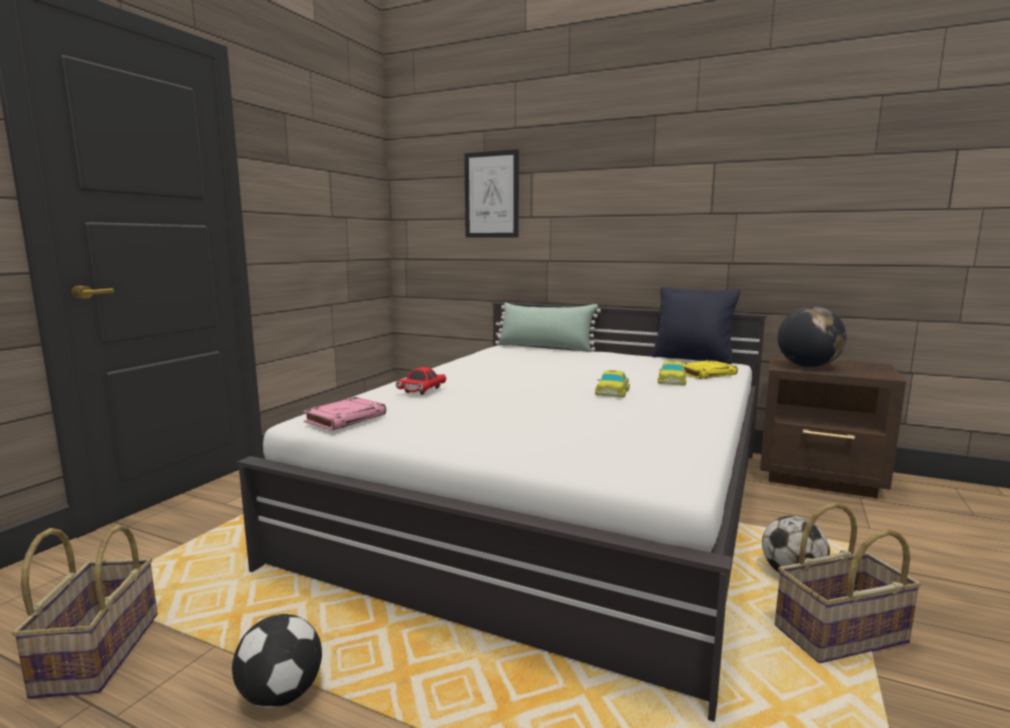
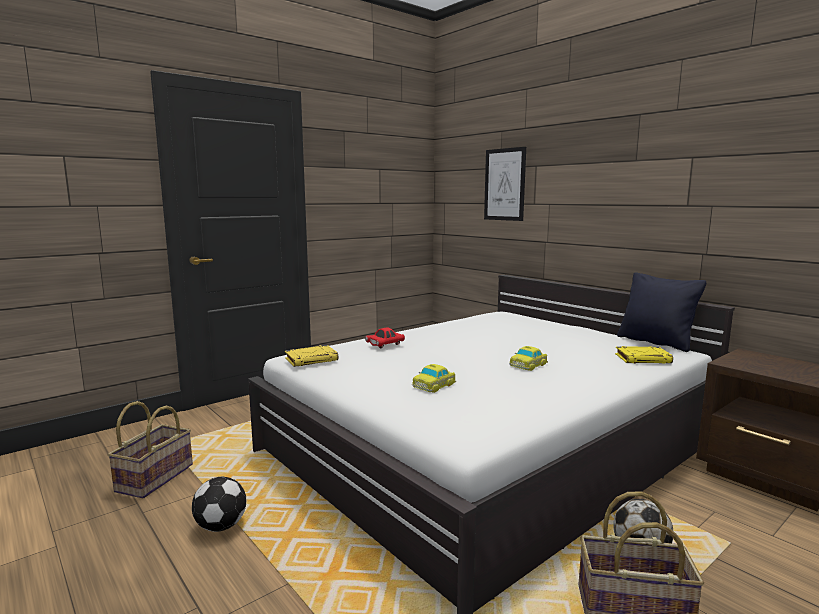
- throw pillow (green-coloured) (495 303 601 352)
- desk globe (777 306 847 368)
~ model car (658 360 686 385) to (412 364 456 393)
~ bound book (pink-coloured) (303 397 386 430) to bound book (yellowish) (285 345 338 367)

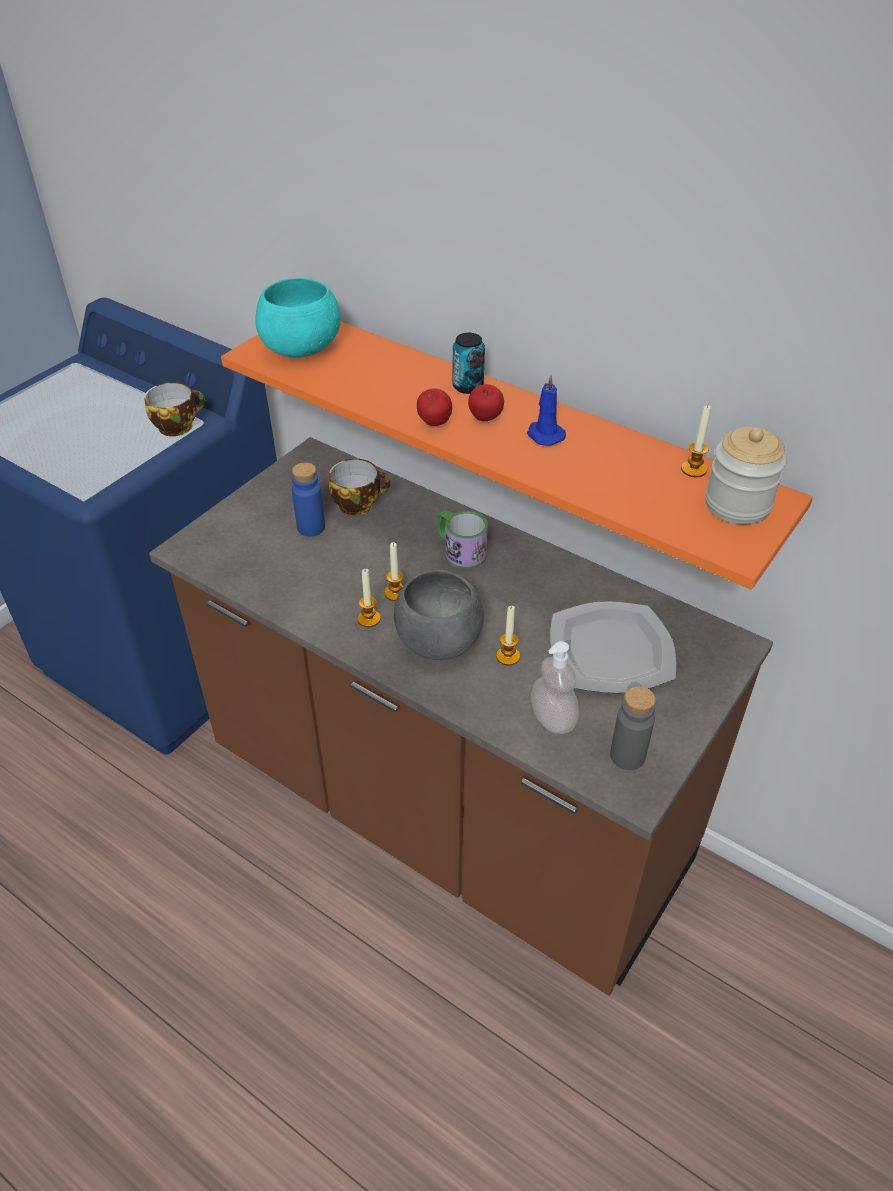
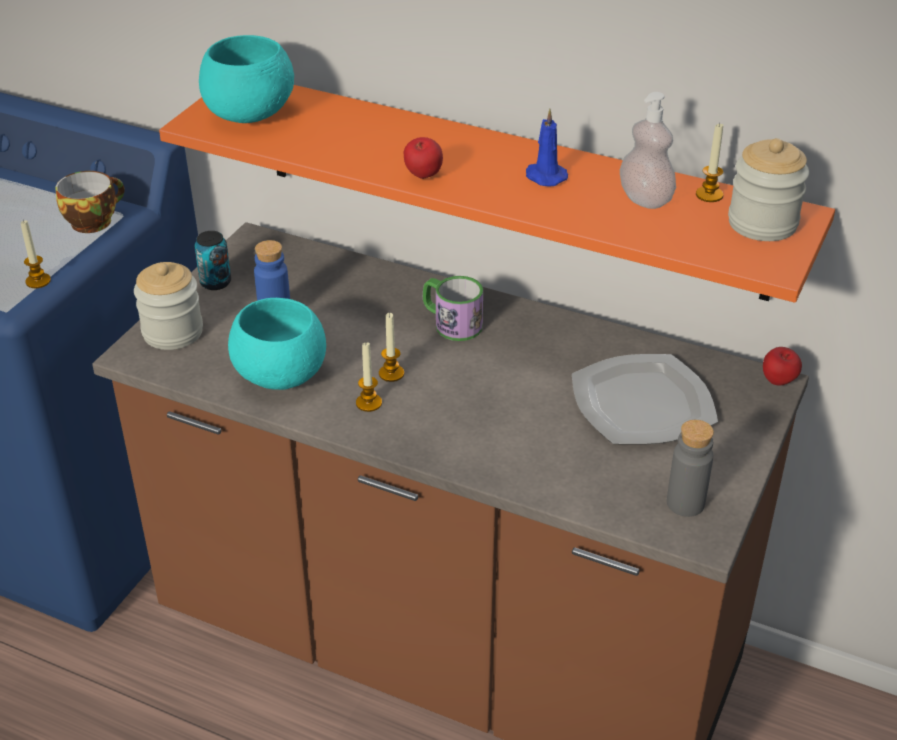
- cup (329 459 391 515)
- serving bowl (grey) (394 570 484 660)
+ storage jar (134 262 203 350)
+ serving bowl (blue-green) (228 298 326 390)
~ can (453 333 485 394) to (194 231 231 290)
~ whole apple (468 384 504 421) to (763 347 802 385)
~ candle (496 606 520 665) to (21 220 51 288)
~ liquid soap bottle (531 641 579 734) to (620 92 676 209)

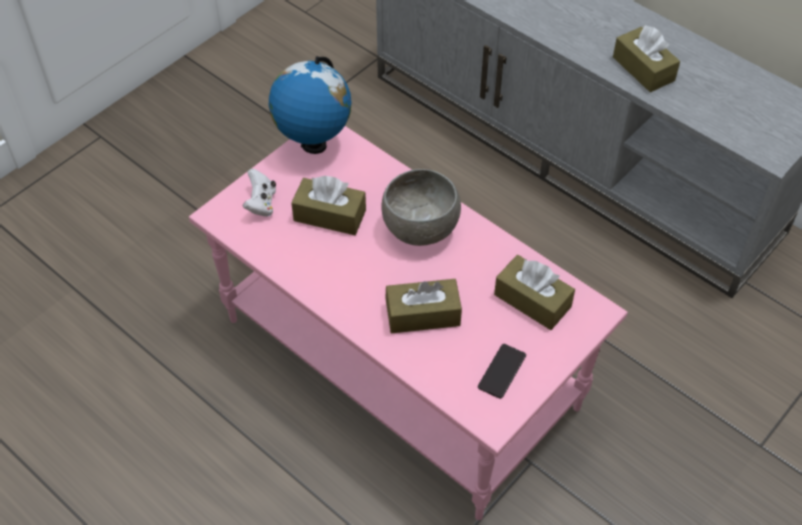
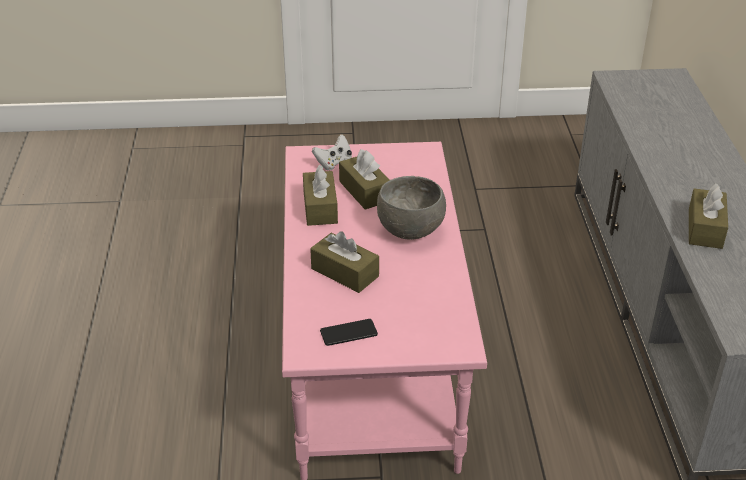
- desk globe (269 56 351 154)
~ tissue holder (brownish) (494 255 575 330) to (303 165 338 226)

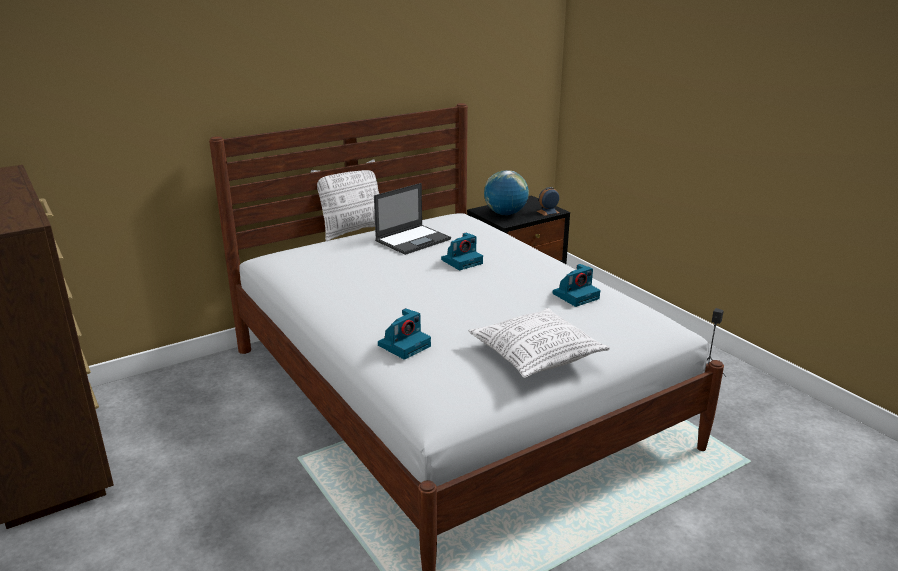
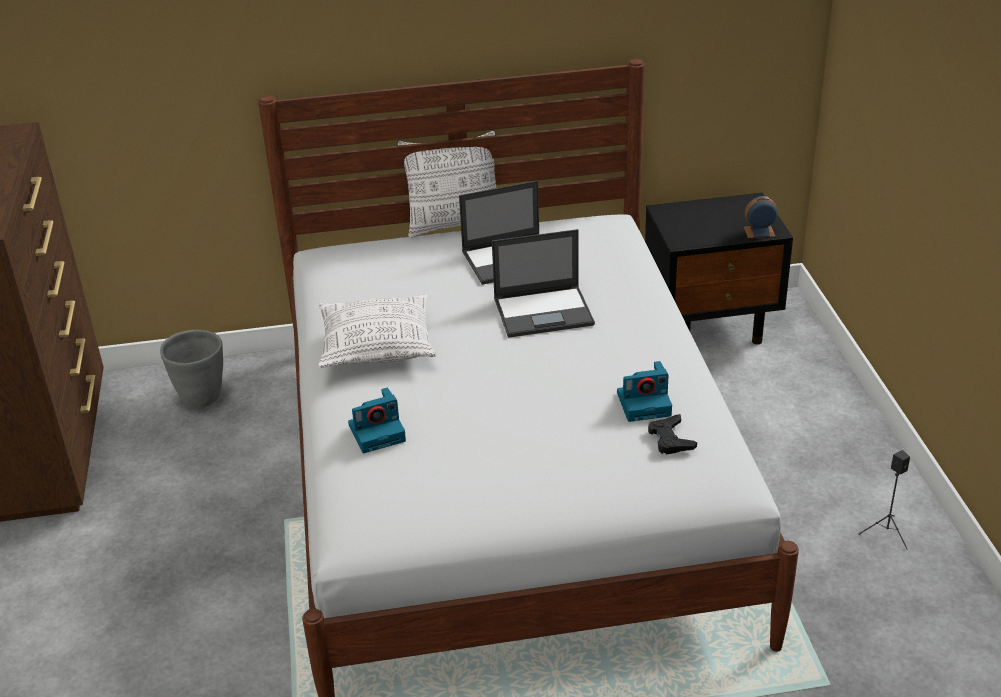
- desk globe (484 170 529 215)
+ planter (grey) (160 330 223 408)
+ game controller (black-coloured) (648 414 697 455)
~ throw pillow (468 308 610 378) to (318 294 436 368)
~ photo camera (441 233 483 270) to laptop (492 229 595 338)

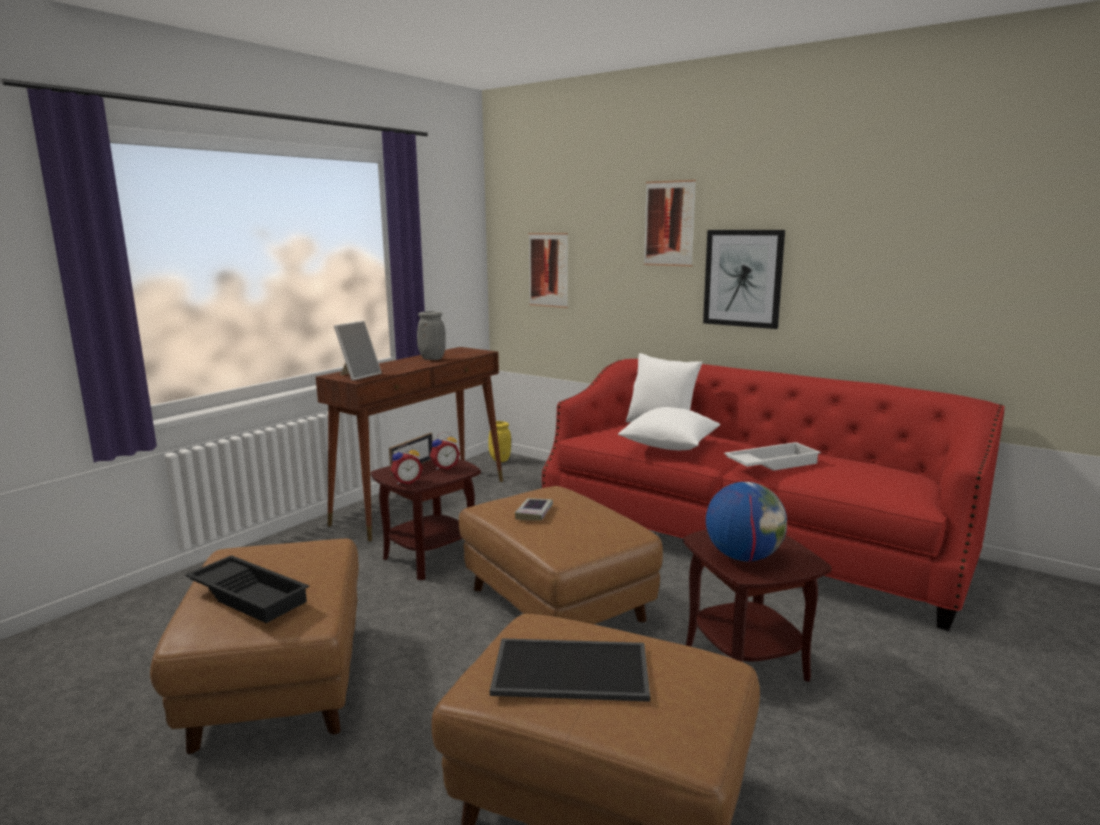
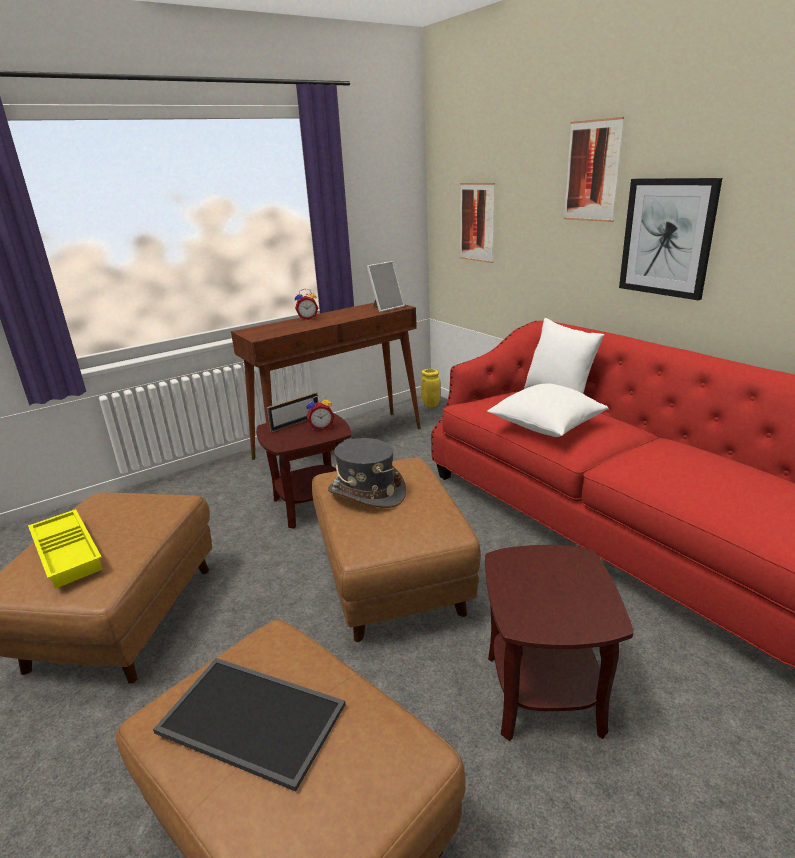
- flower vase (grey) (417 311 446 360)
- desk globe (706 482 787 561)
- serving tray (whitish) (724 442 821 471)
~ standing frame (334 321 382 381) to (367 261 405 312)
~ bedside clock (390 445 423 485) to (295 289 318 320)
~ bound book (515 498 553 520) to wearable hat (grey) (328 438 406 508)
~ serving tray (black-coloured) (185 555 309 623) to serving tray (yellowish) (28 509 103 589)

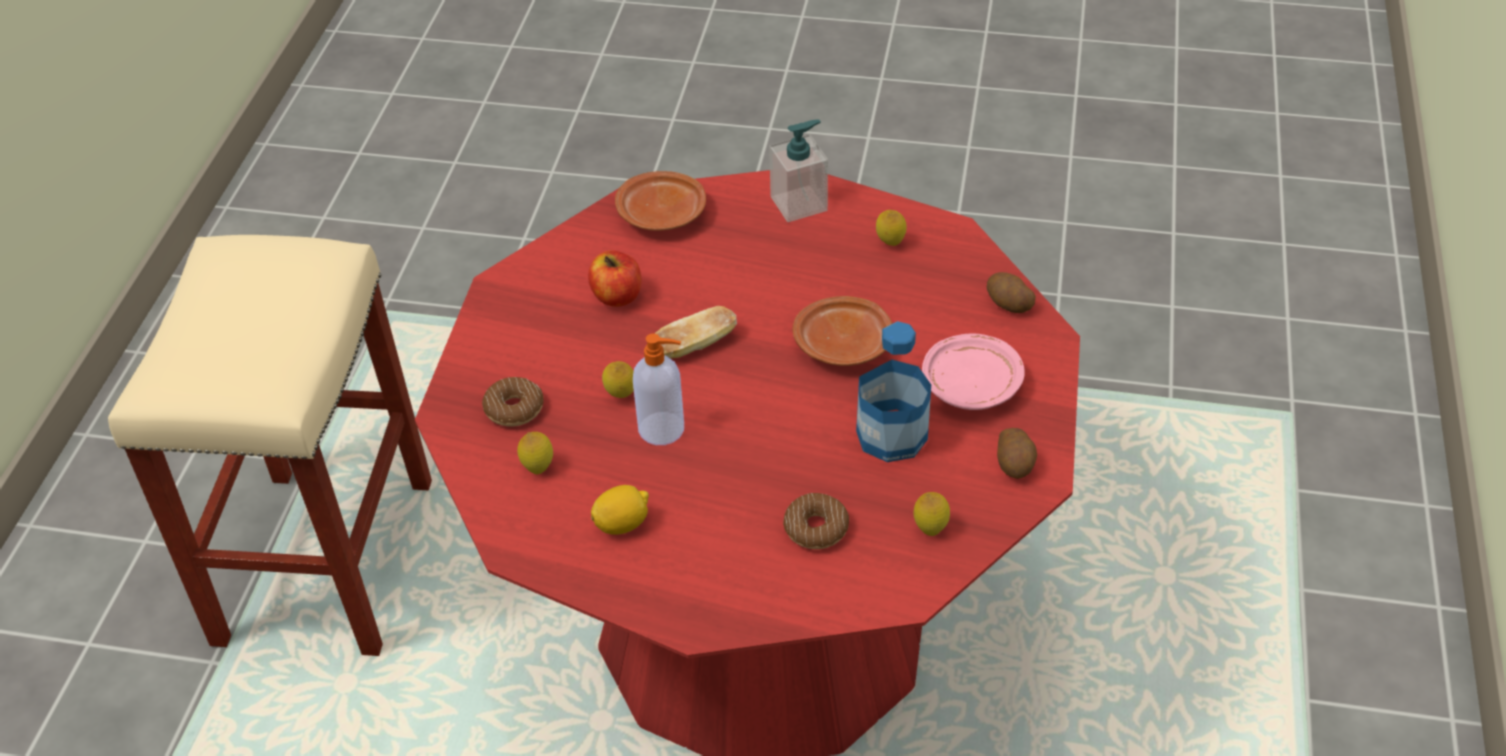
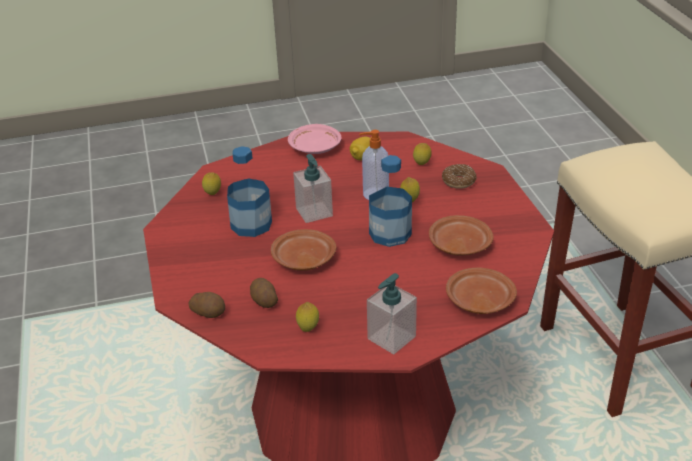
- donut (783 493 849 549)
+ liquid soap bottle (293 154 333 223)
~ flat dish (pink-coloured) (922 333 1025 410) to (288 124 341 154)
~ whole potato (997 428 1037 479) to (250 278 278 308)
~ whole apple (588 250 641 307) to flat dish (brownish) (429 215 493 256)
~ bakery bread (655 306 737 358) to beverage bottle (369 155 412 247)

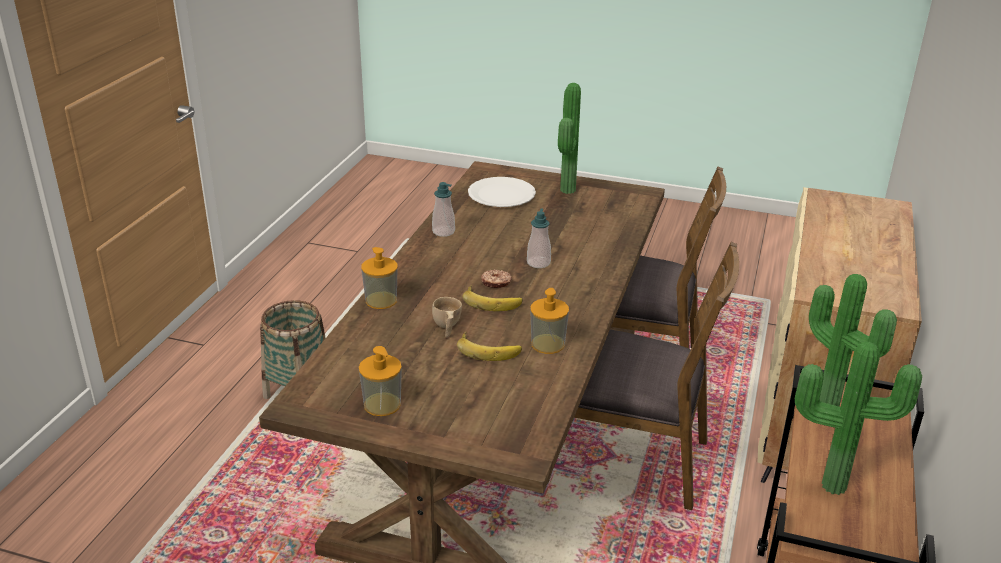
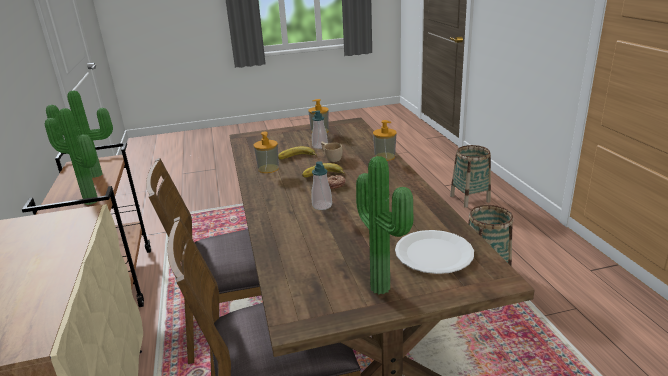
+ basket (450 145 491 208)
~ liquid soap bottle (432 182 455 237) to (311 110 328 149)

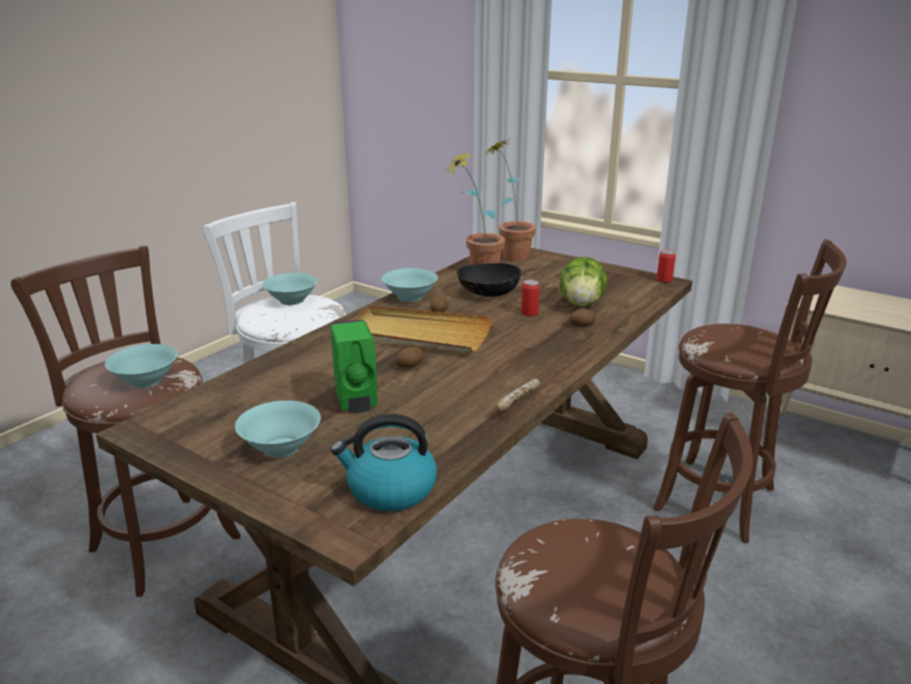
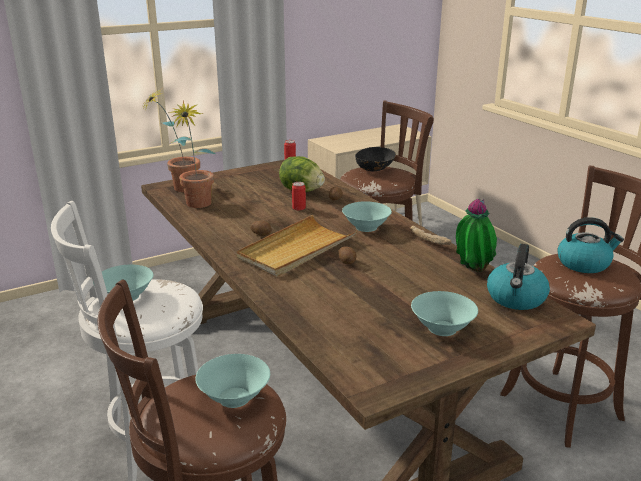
- liquid soap bottle (green-coloured) (330 320 378 413)
+ potted plant (456 199 497 272)
+ kettle (557 217 624 273)
~ serving bowl (blue-green) (382 268 438 302) to (342 201 392 232)
~ serving bowl (black-coloured) (456 263 521 297) to (355 147 396 171)

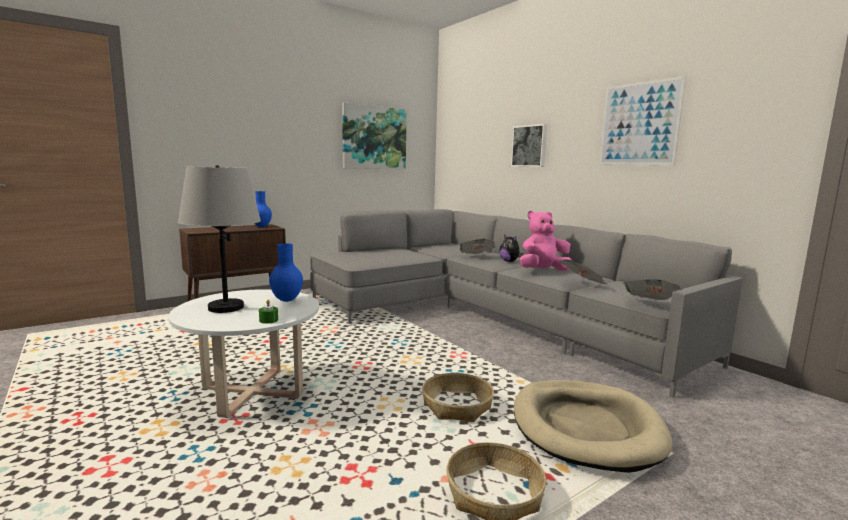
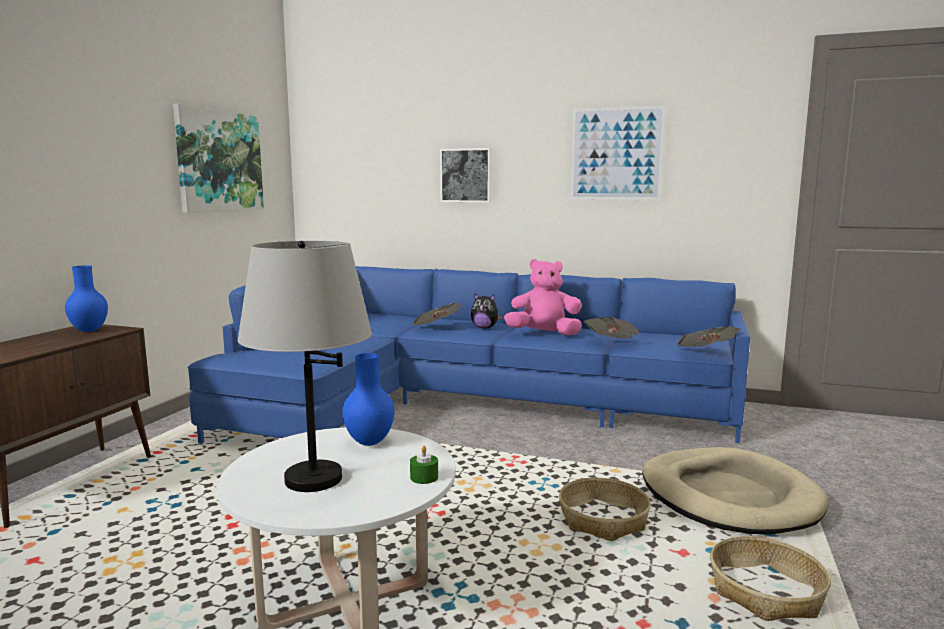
~ sofa (grey) (310 209 743 397) to sofa (blue-coloured) (188 266 750 444)
~ cuddly toy (pink-coloured) (520 211 572 271) = (504 259 582 336) 60 degrees clockwise

